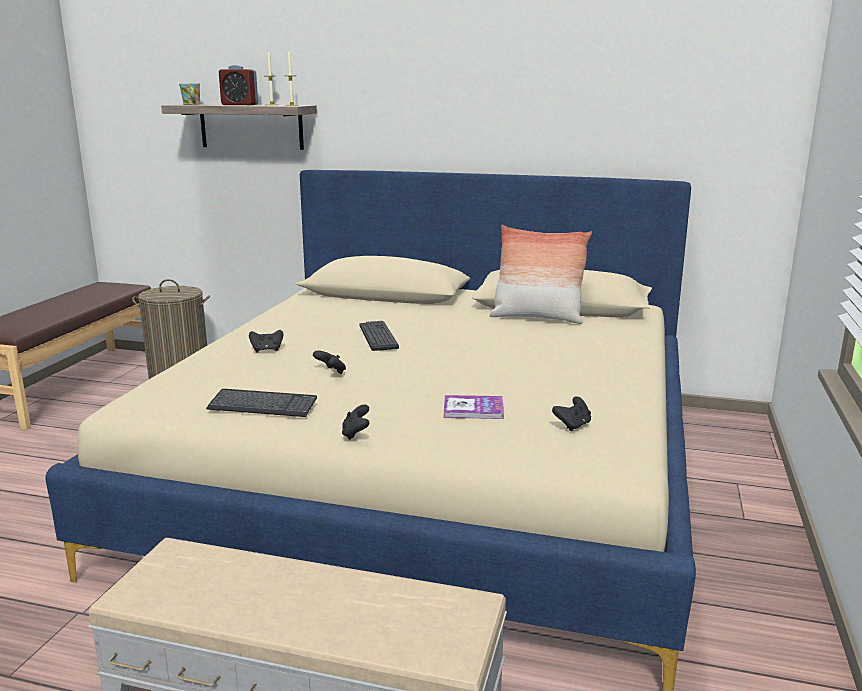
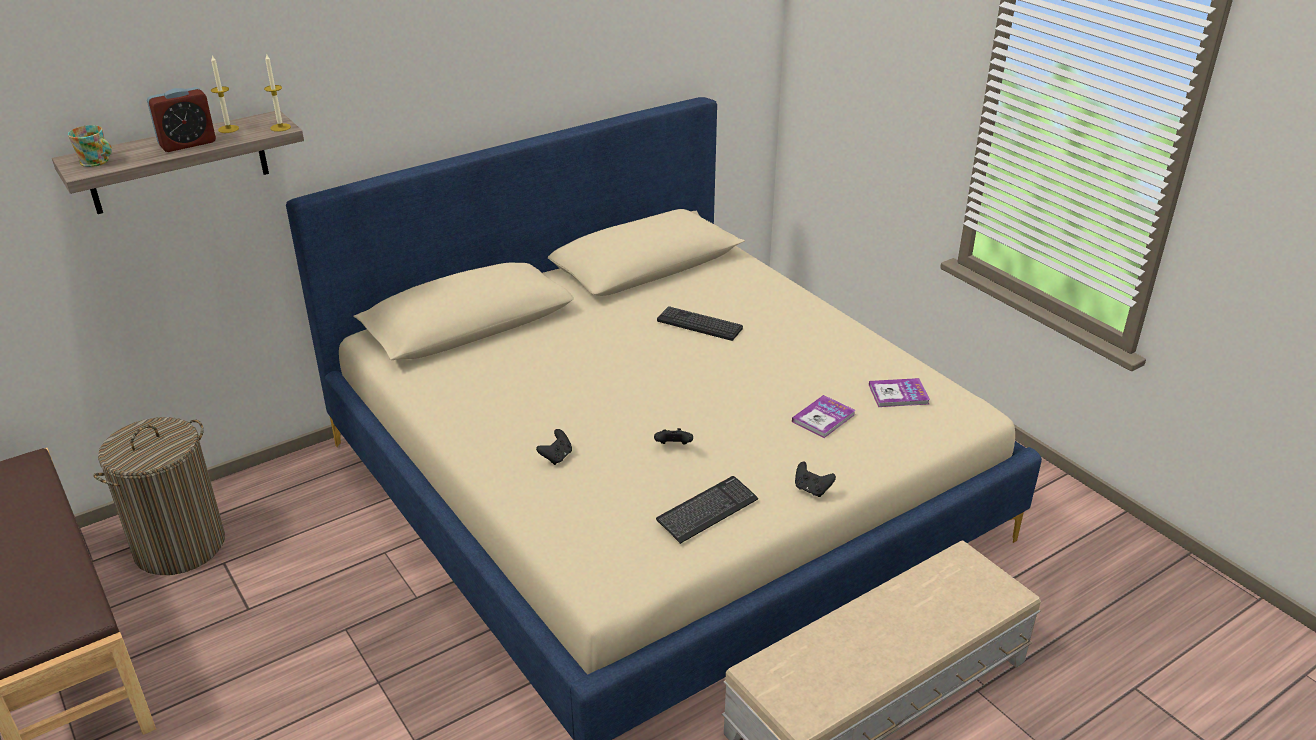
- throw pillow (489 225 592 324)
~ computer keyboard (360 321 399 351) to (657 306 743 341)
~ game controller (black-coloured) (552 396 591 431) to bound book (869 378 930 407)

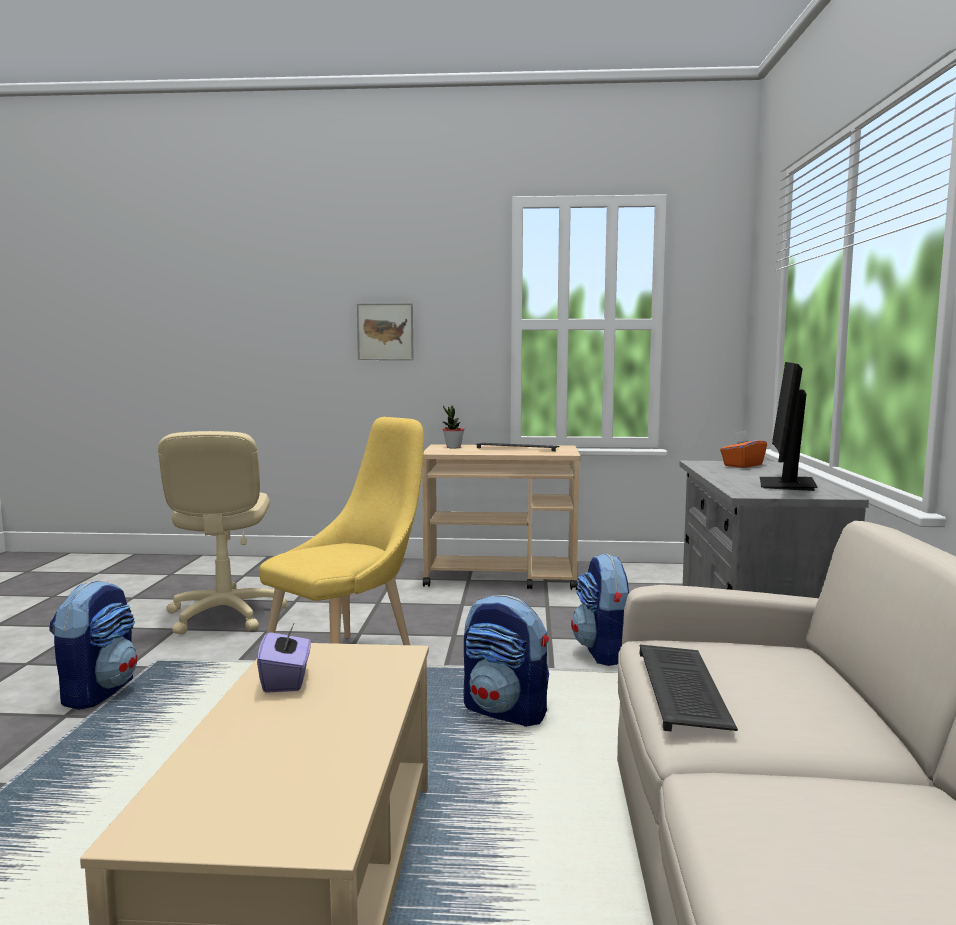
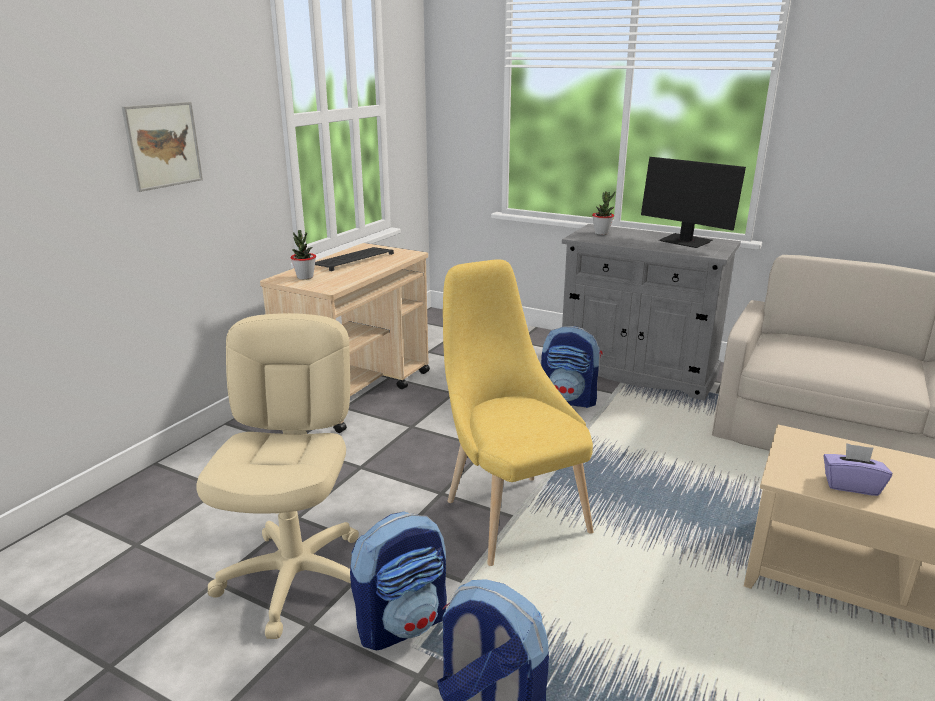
- computer keyboard (639 645 738 732)
~ knapsack (464 595 549 727) to (350 512 447 650)
~ tissue holder (orange-coloured) (720 431 767 468) to potted plant (592 191 615 235)
~ computer chair (beige-coloured) (158 431 288 635) = (196 313 359 639) 105 degrees counterclockwise

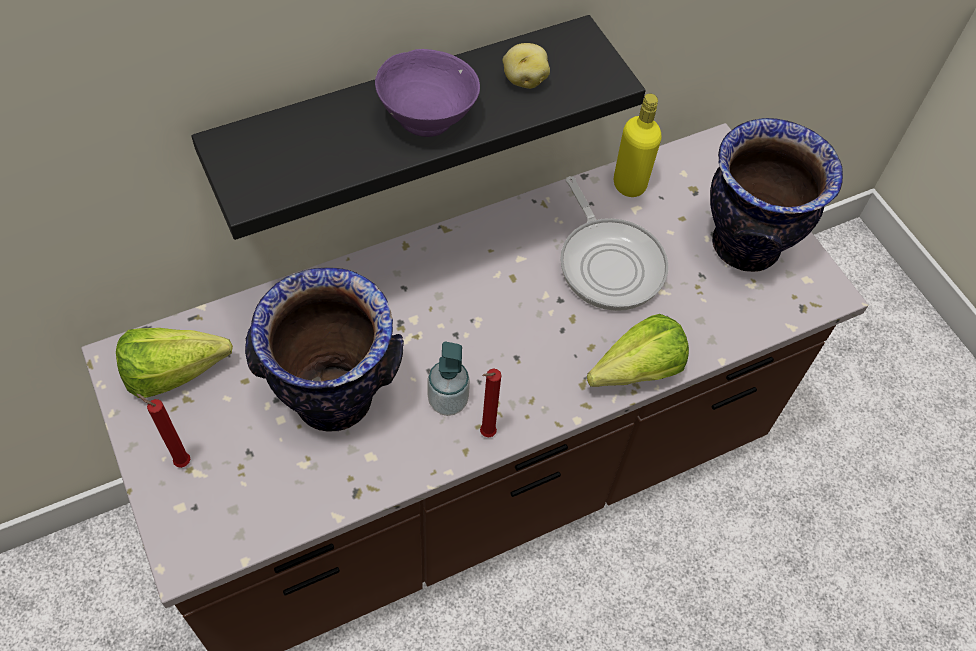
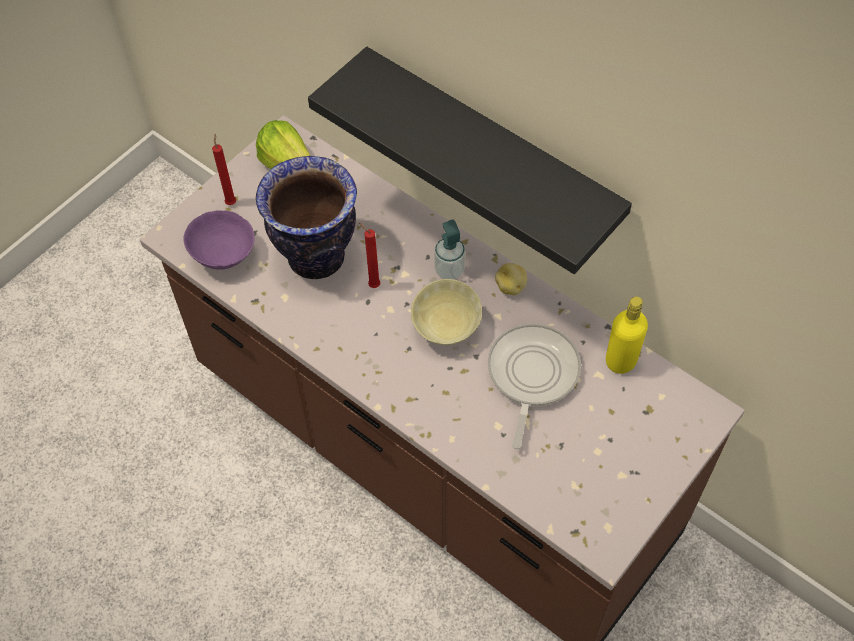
- head of lettuce (587 314 689 387)
- flower vase (710 118 843 272)
+ serving bowl (beige-coloured) (411 279 482 345)
~ serving bowl (purple-coloured) (375 49 480 137) to (183 210 255 270)
~ liquid soap bottle (427 341 470 416) to (434 219 466 280)
~ candle (reddish) (480 369 501 438) to (359 223 380 288)
~ whole potato (502 43 550 89) to (495 263 527 295)
~ pan (560 176 668 311) = (488 323 581 449) 150 degrees clockwise

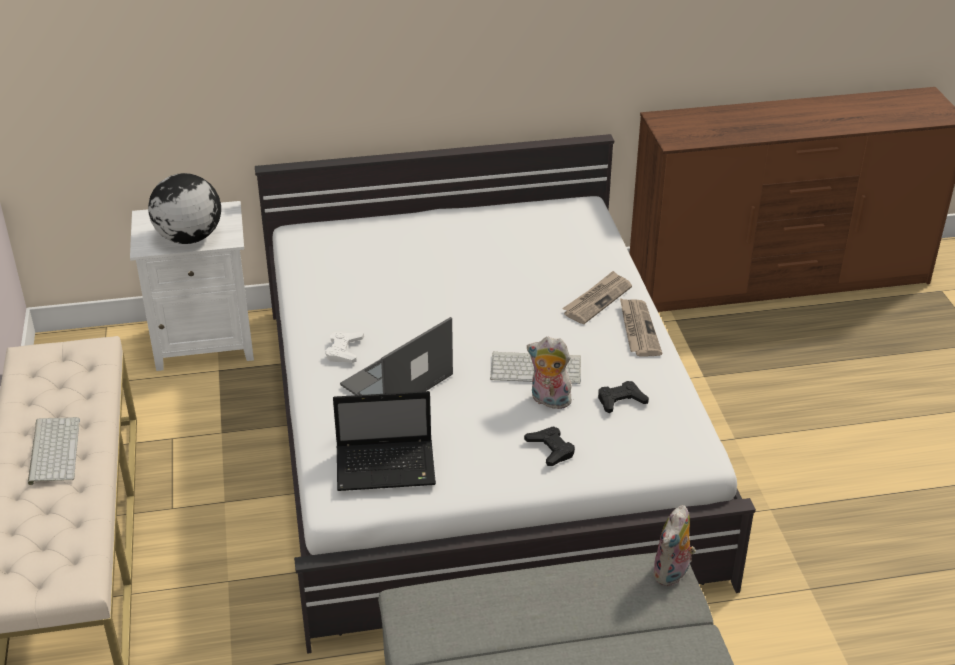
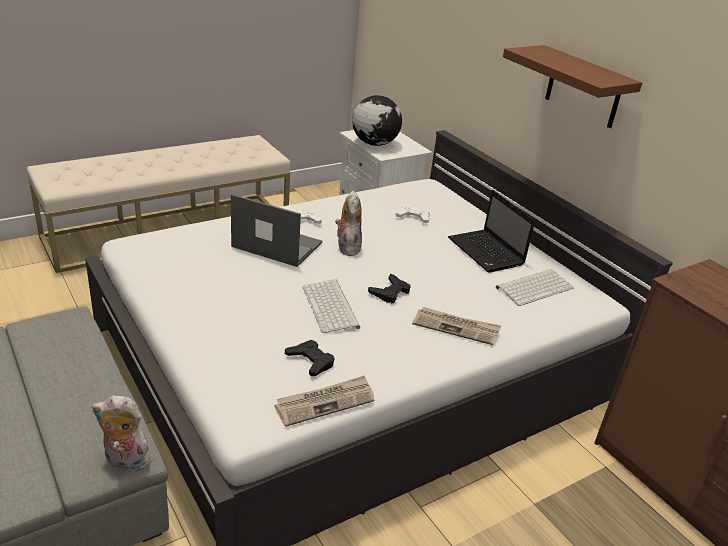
+ game controller (whitish) (396 205 430 223)
+ wall shelf (brownish) (503 45 642 128)
~ computer keyboard (28 417 80 485) to (496 269 574 306)
~ laptop (333 391 436 491) to (448 190 535 273)
~ game controller (black-coloured) (524 426 575 466) to (368 273 411 304)
~ cuddly toy (527 337 572 411) to (335 190 362 256)
~ newspaper (620 298 662 357) to (275 375 374 427)

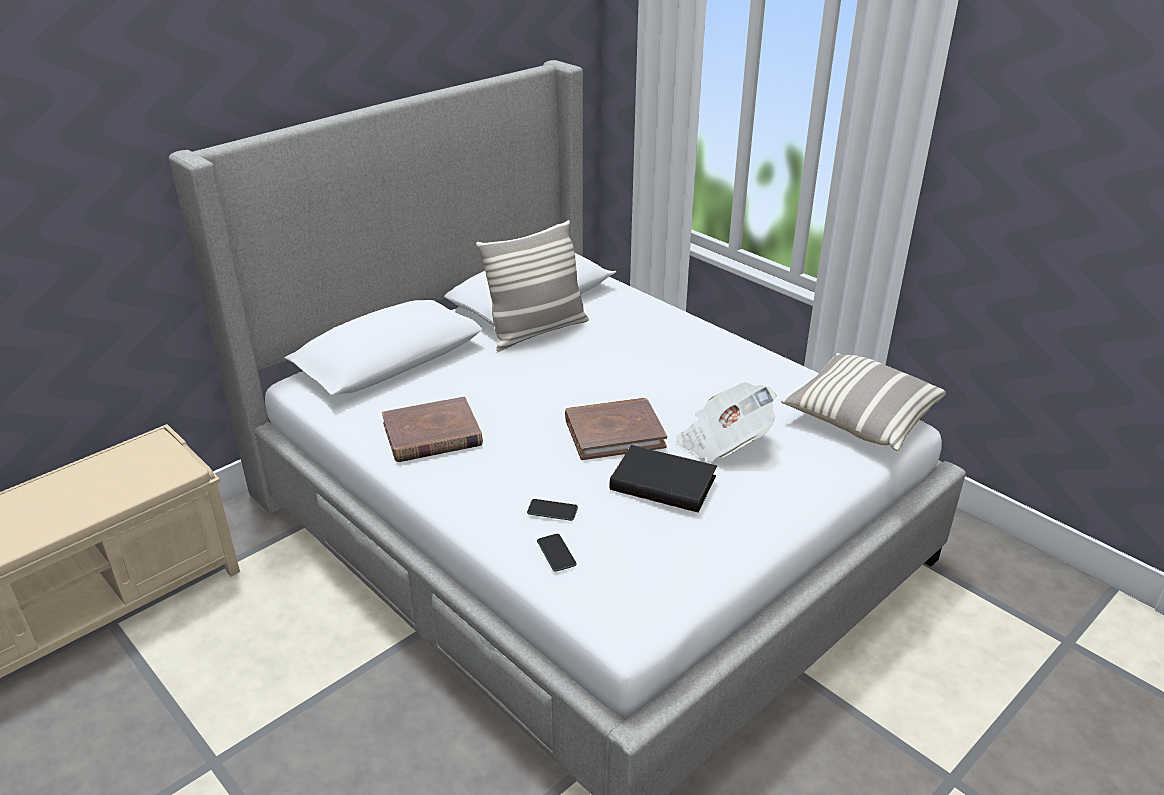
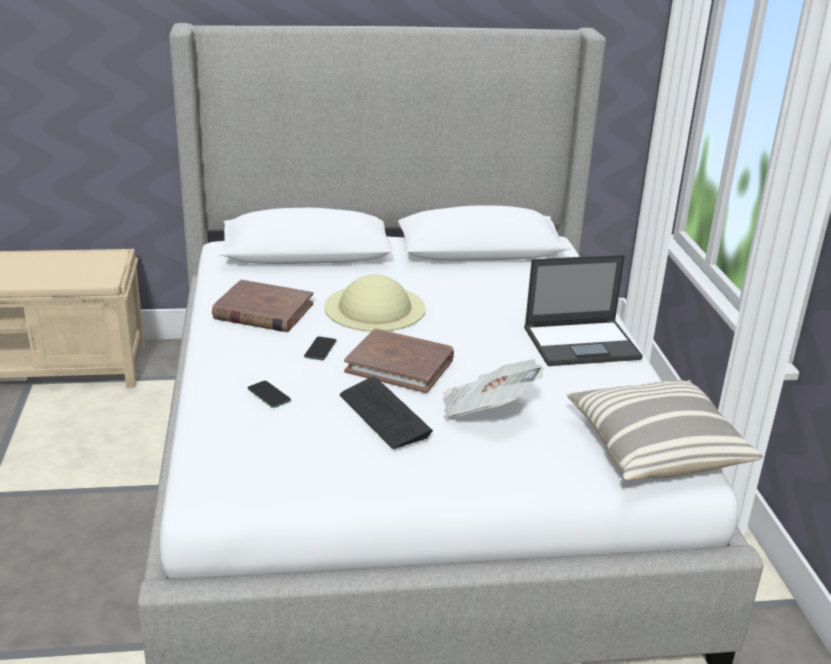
- throw pillow (476 220 589 352)
+ wearable hat (beige-coloured) (324 274 426 332)
+ laptop (524 255 643 366)
~ telephone (537 534 577 572) to (304 336 337 360)
~ bound book (black-coloured) (609 445 717 513) to computer keyboard (340 376 433 449)

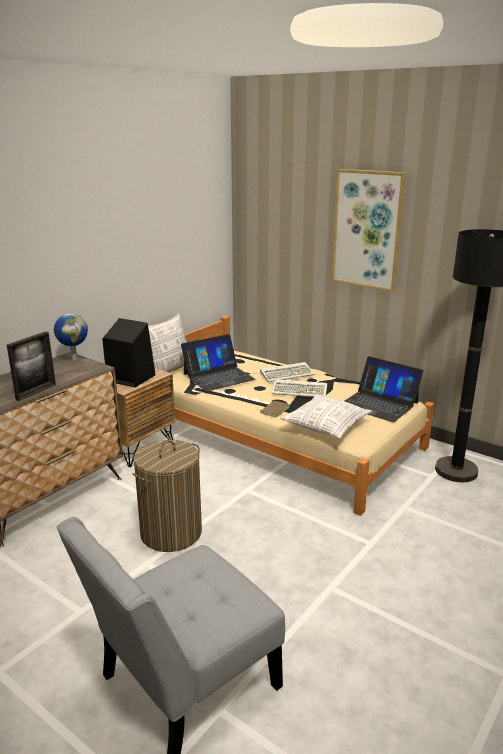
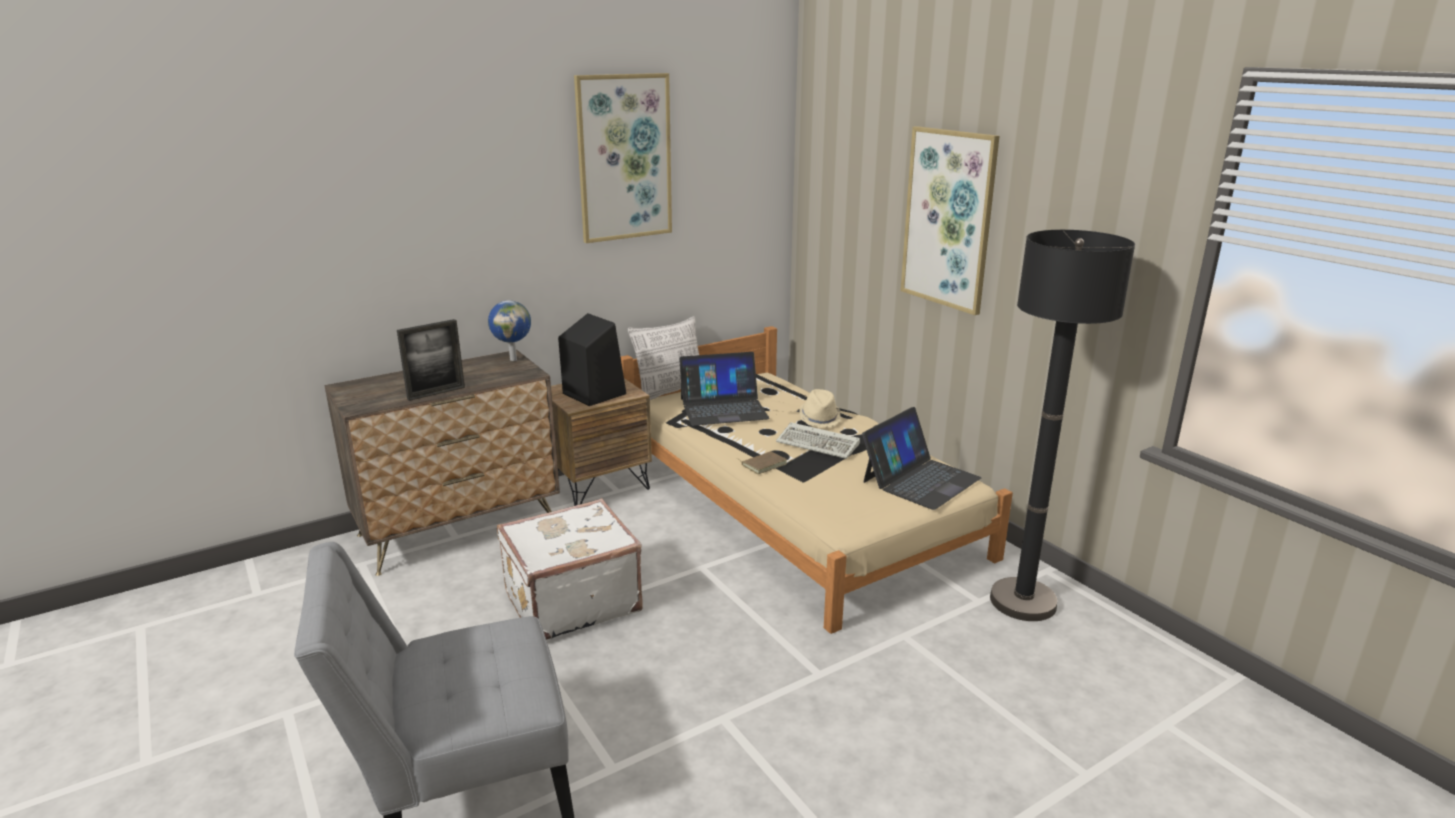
- throw pillow (281 395 372 439)
+ wall art (574 73 672 243)
~ laundry basket (132 440 202 552) to travel case (whitish) (497 498 643 640)
~ computer keyboard (260 362 315 382) to wearable hat (beige-coloured) (799 389 841 428)
~ laptop (345 356 423 422) = (862 407 981 510) 105 degrees counterclockwise

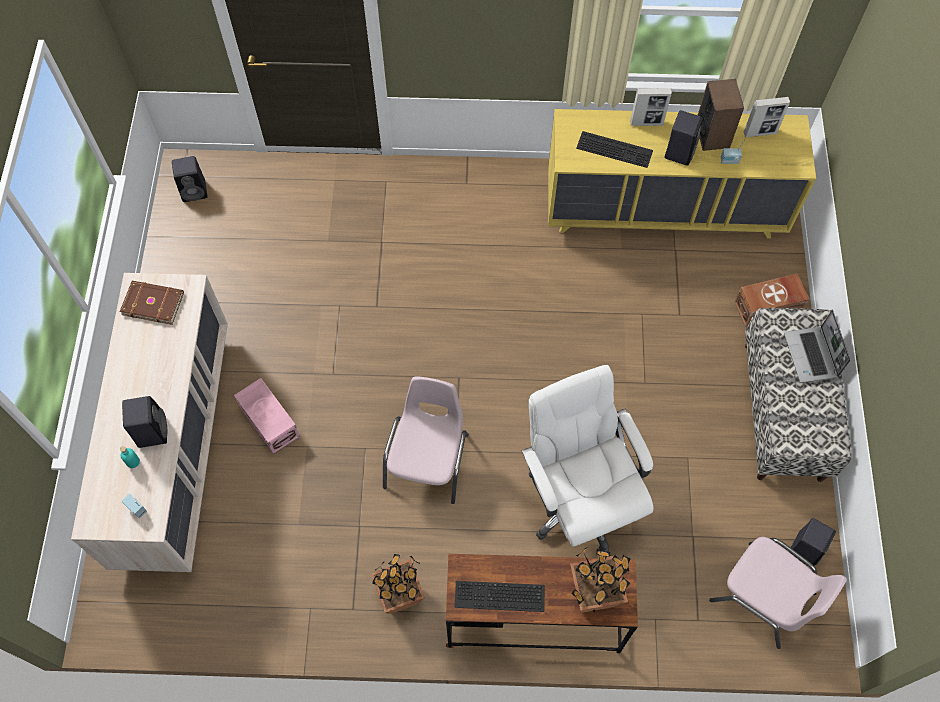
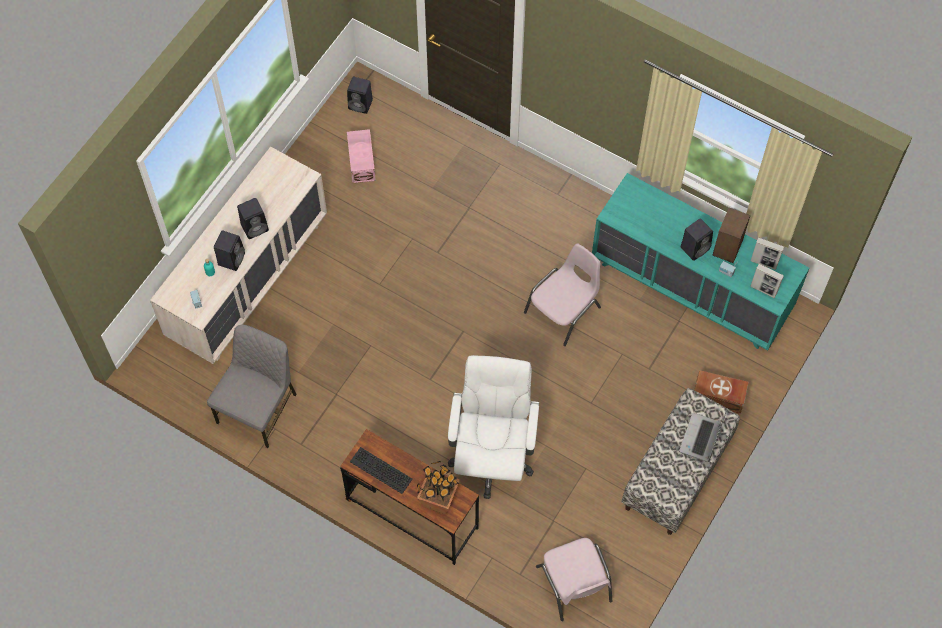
- bound book (brownish) (119 281 184 325)
- potted plant (371 554 425 614)
- computer keyboard (576 131 653 168)
+ plain chair (grey) (207 324 297 448)
~ storage box (pink-coloured) (234 378 300 454) to (347 129 376 183)
~ plain chair (pink-coloured) (383 376 469 504) to (524 243 601 346)
~ standing frame (630 88 672 126) to (750 264 784 298)
~ speaker (black-coloured) (791 518 836 565) to (237 198 269 239)
~ dresser (yellowish) (548 109 816 239) to dresser (blue-green) (592 173 809 350)

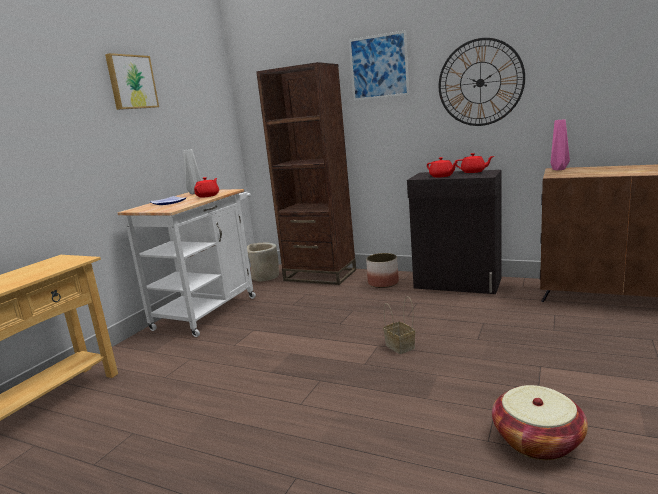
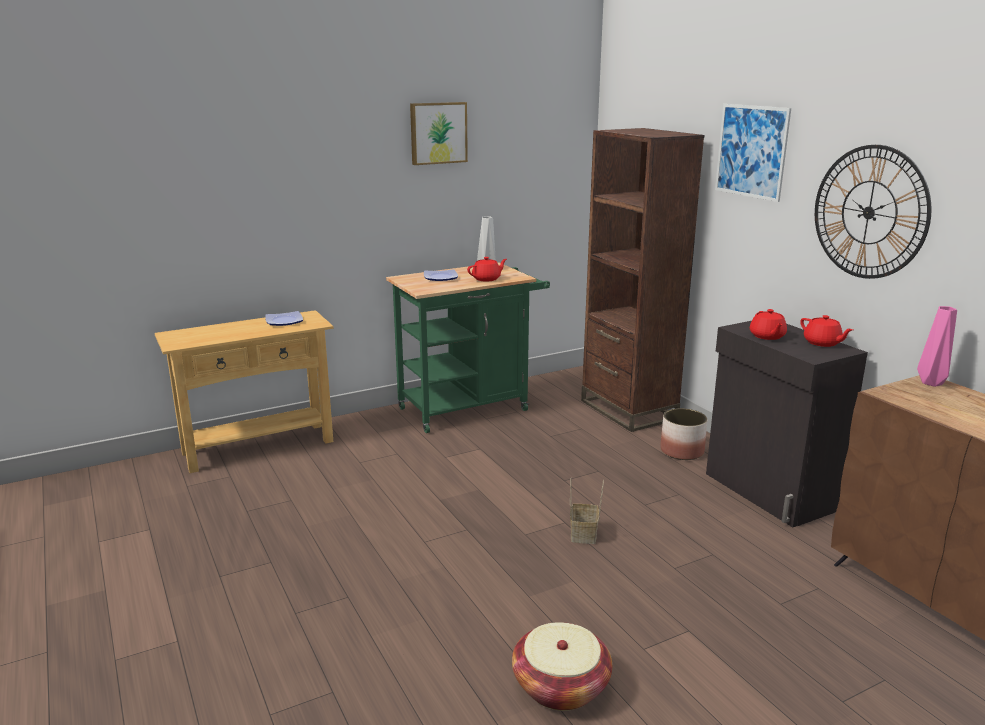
- planter (beige-coloured) (247 242 279 282)
+ flat dish (265 311 303 326)
~ wheeled cart (whitish) (117 189 256 337) to wheeled cart (green-coloured) (386 263 550 433)

